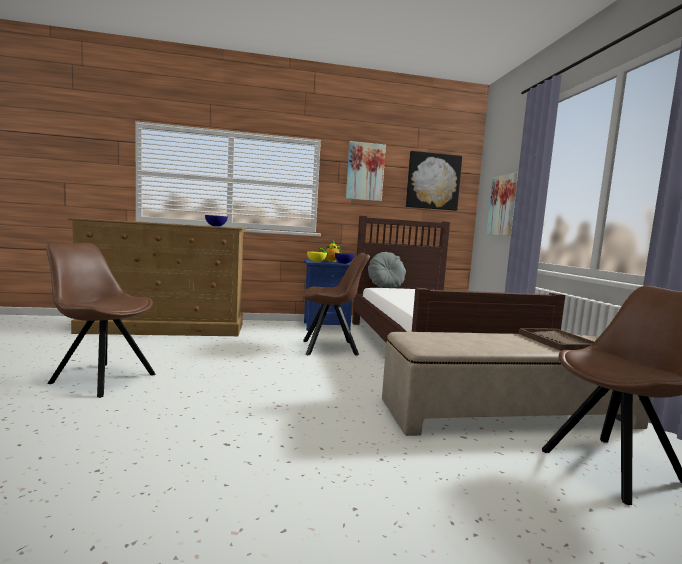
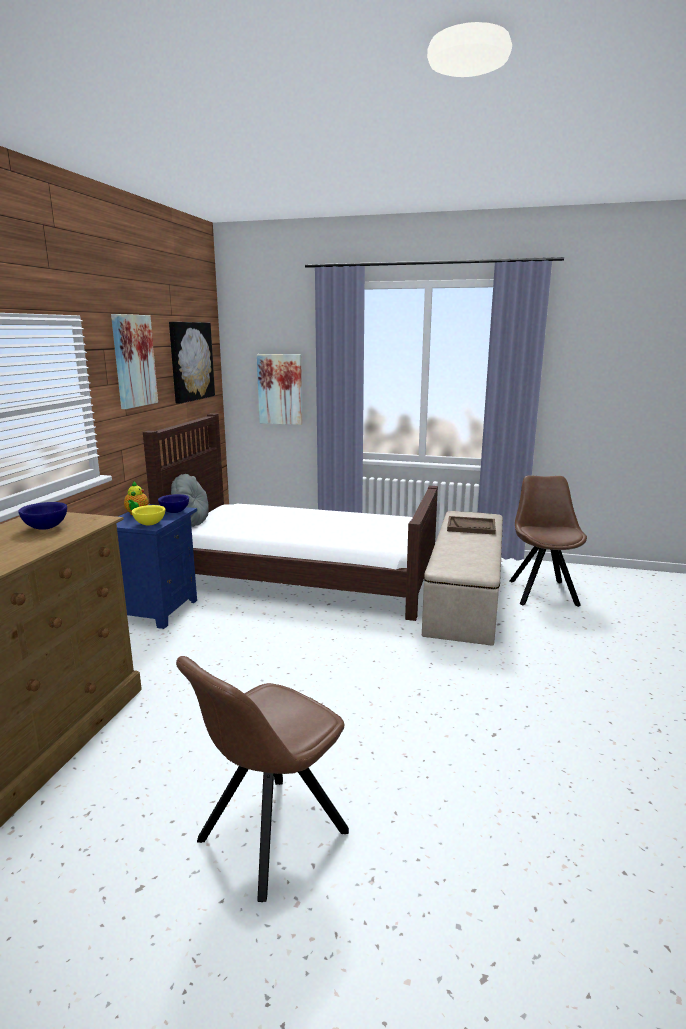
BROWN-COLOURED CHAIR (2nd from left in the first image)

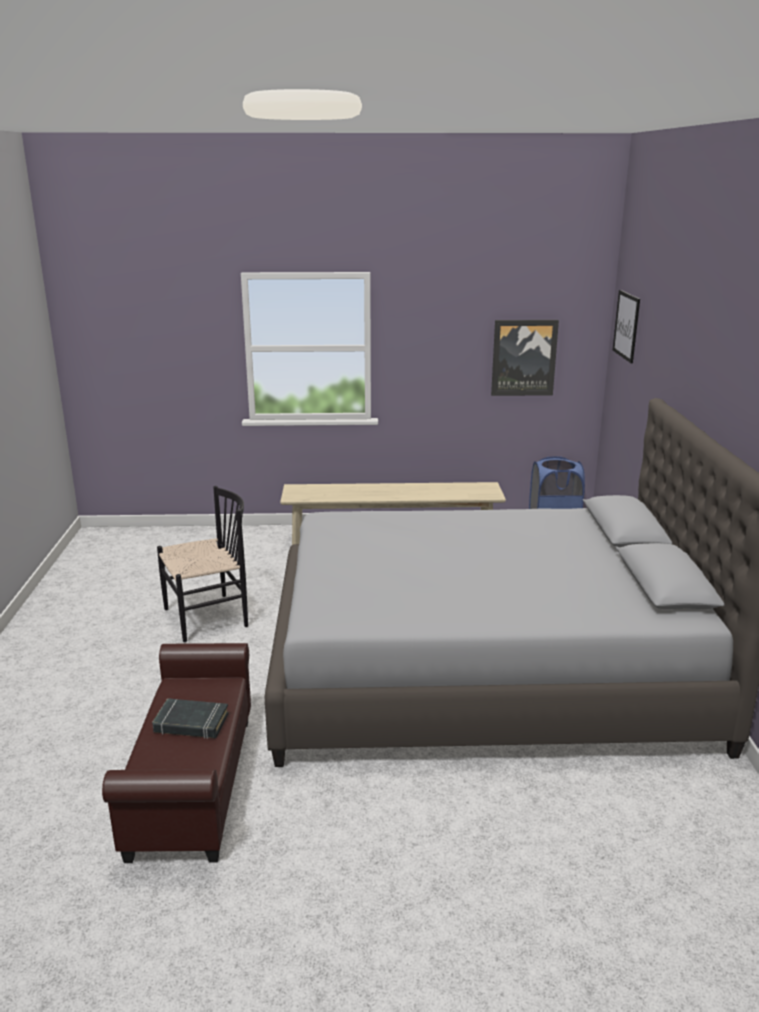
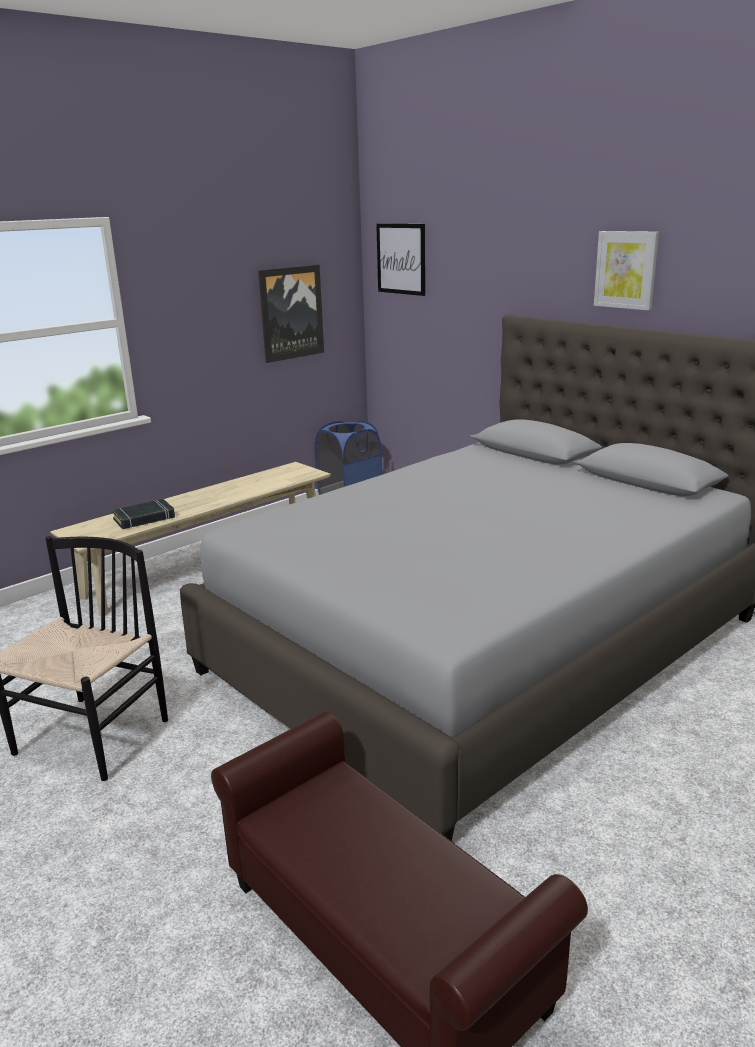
BLACK-COLOURED BOOK
WALL PICTURE (3rd from left)

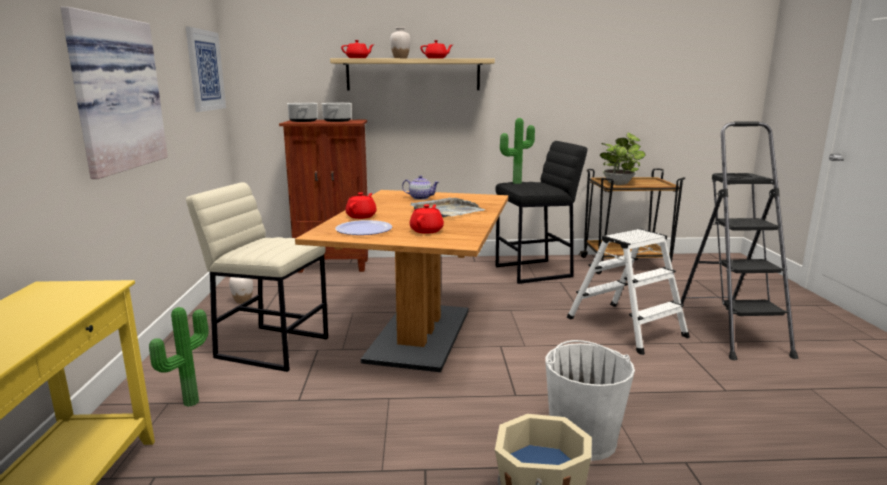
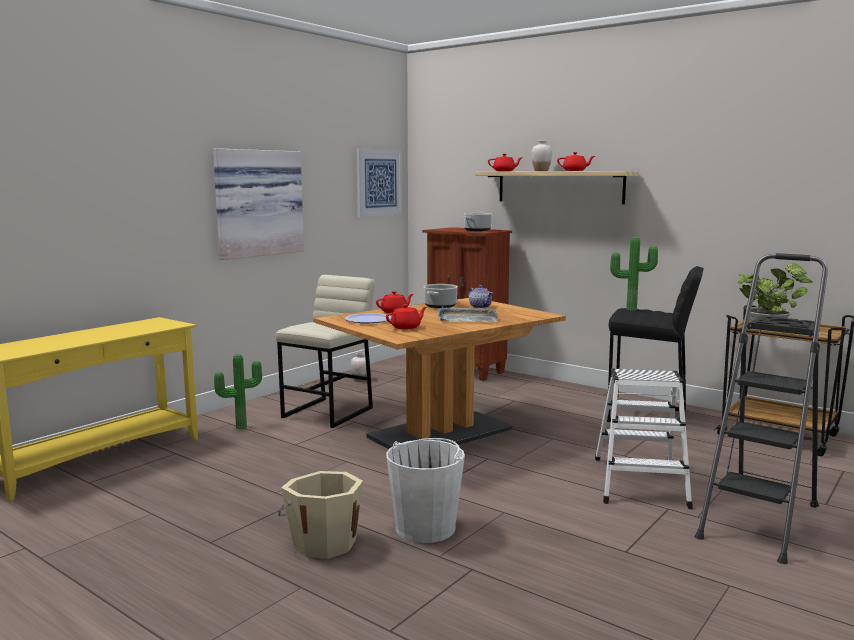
SAUCEPOT (1st from left)
BEIGE-COLOURED CHAIR

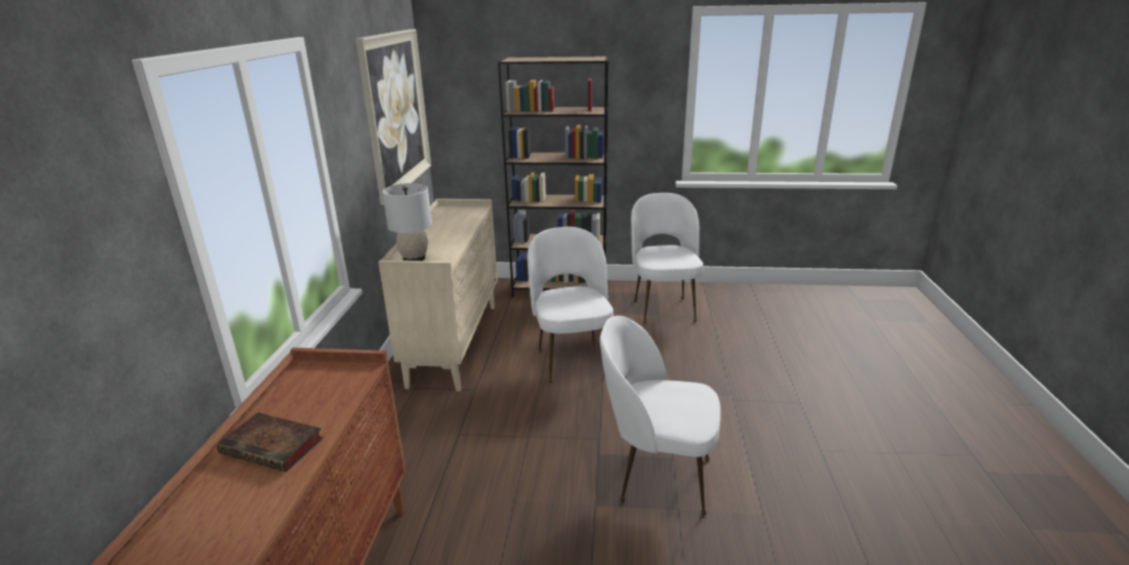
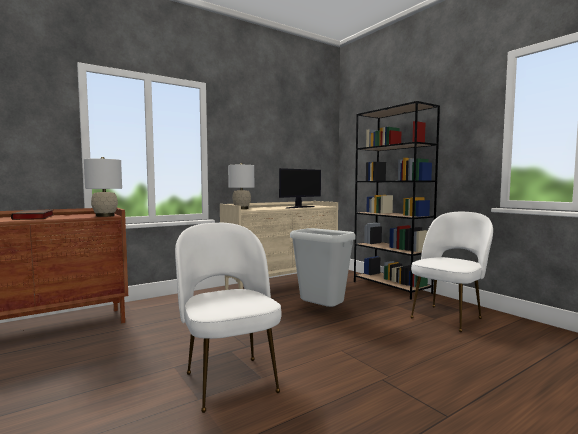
WALL PICTURE
GREYISH TRASH CAN
WHITE TABLE LAMP (1st from left)
COMPUTER DISPLAY

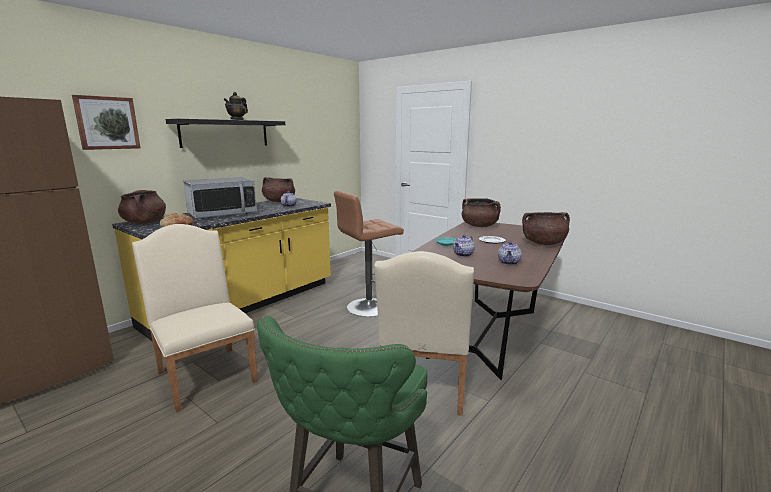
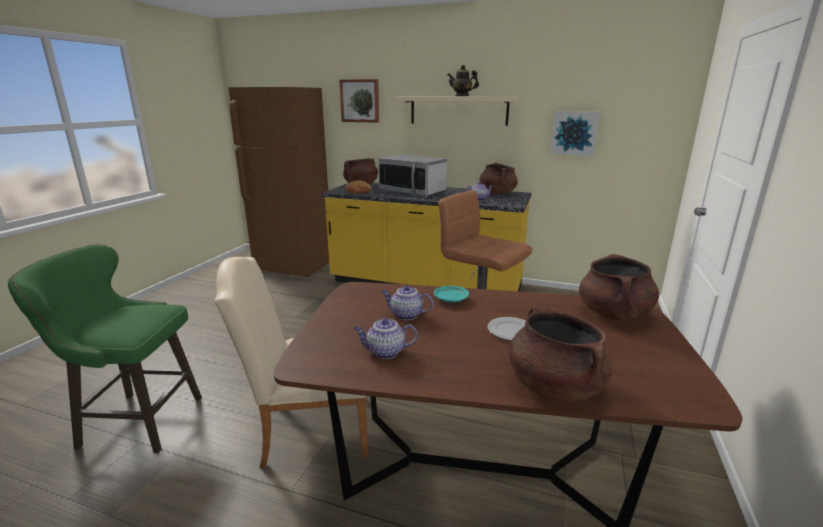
BEIGE-COLOURED BRACKET SHELF
BEIGE-COLOURED CHAIR (1st from left in the first image)
WALL PICTURE (2nd from left)

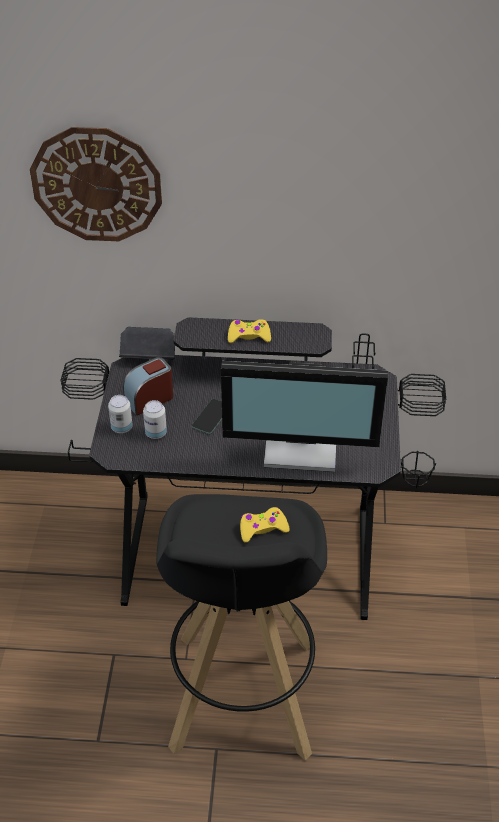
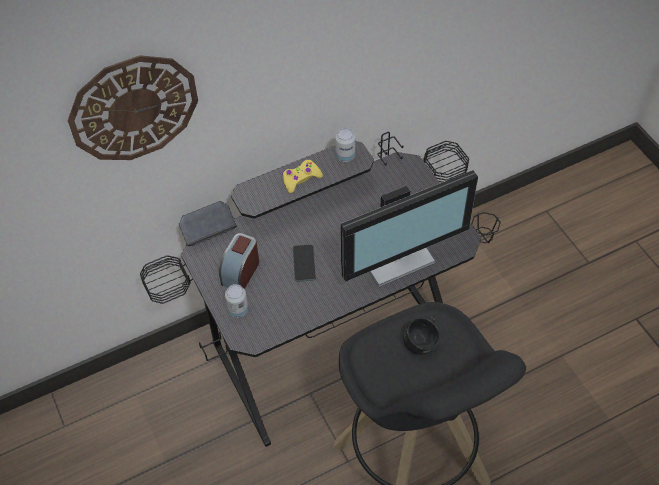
METAL CAN (2nd from left)
BLACK-COLOURED TEA MUG

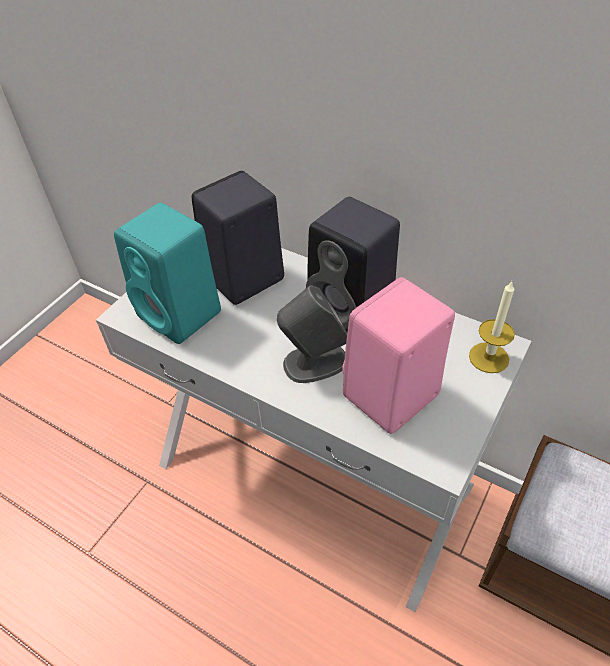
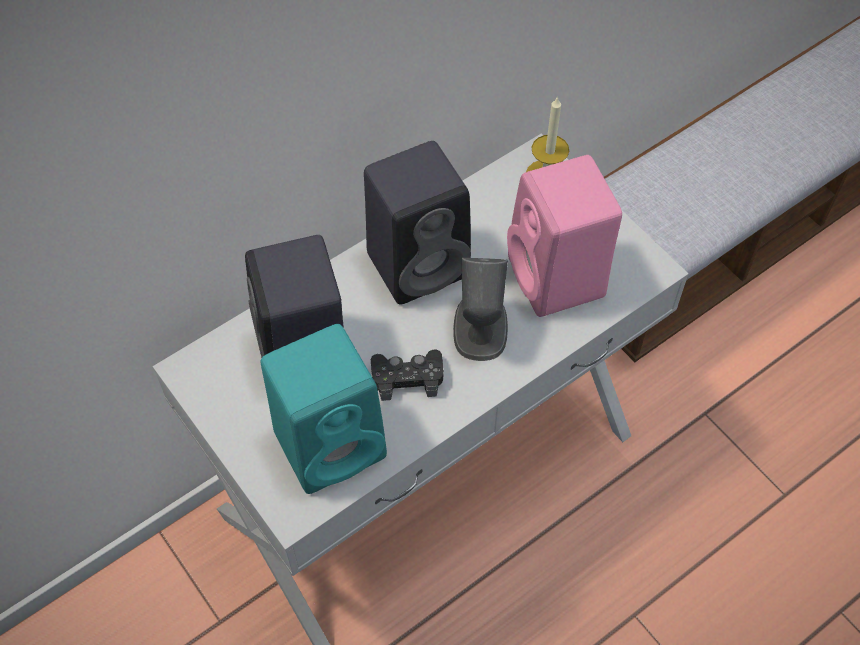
BLACK-COLOURED GAME CONTROLLER

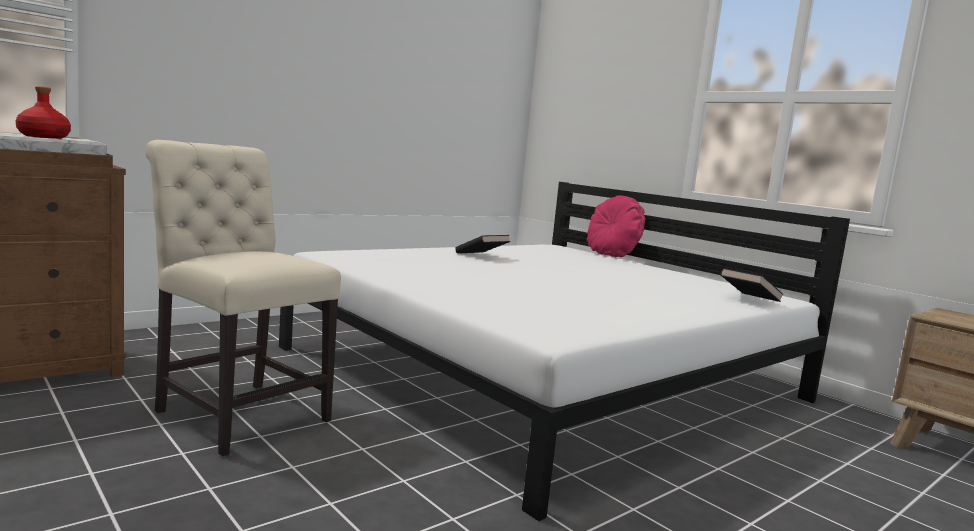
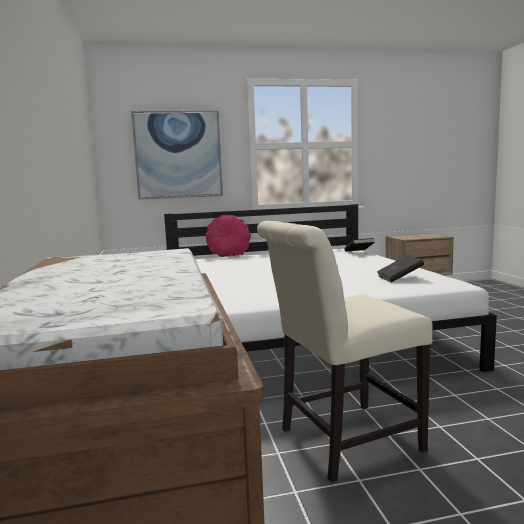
REDDISH DRINK BOTTLE
BLACK-COLOURED BOOK (2nd from left)
WALL PICTURE

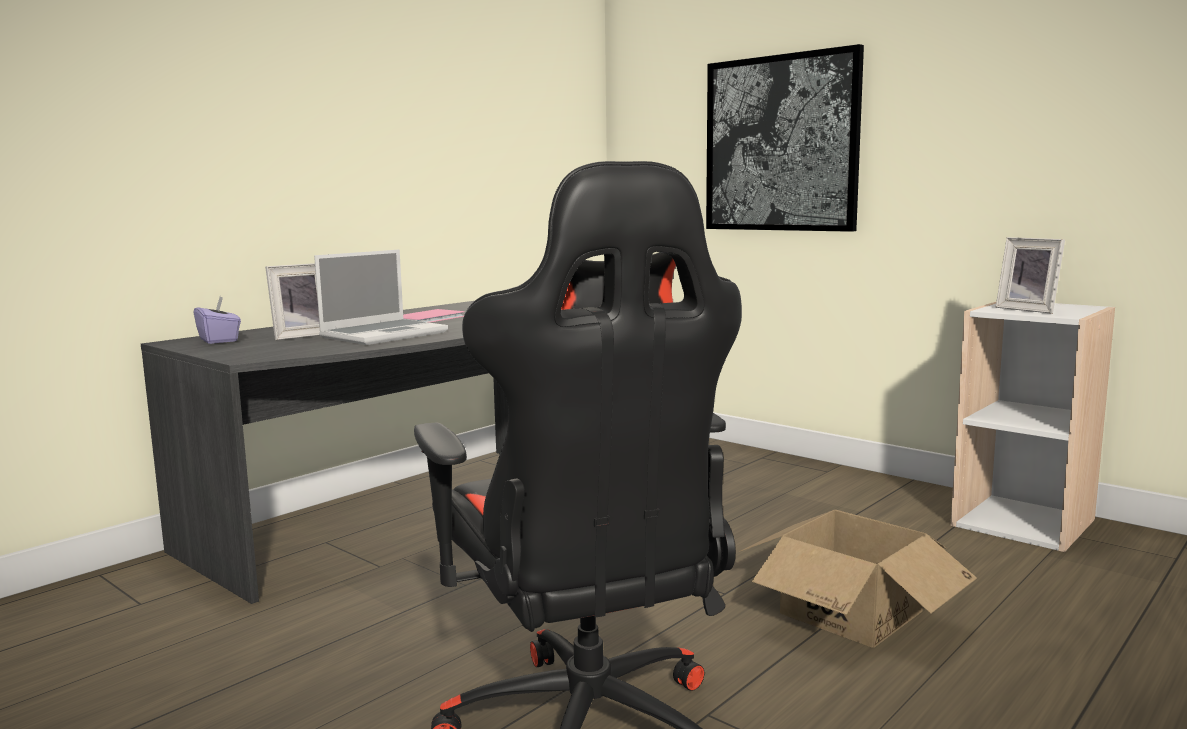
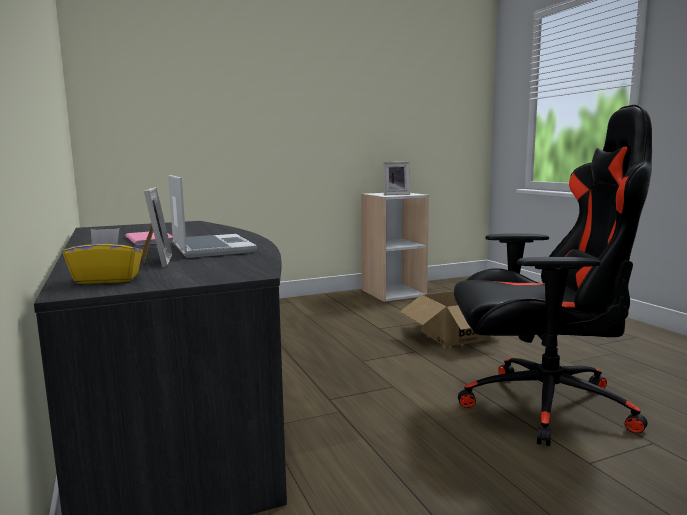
WALL PICTURE
YELLOW BOX OF TISSUES

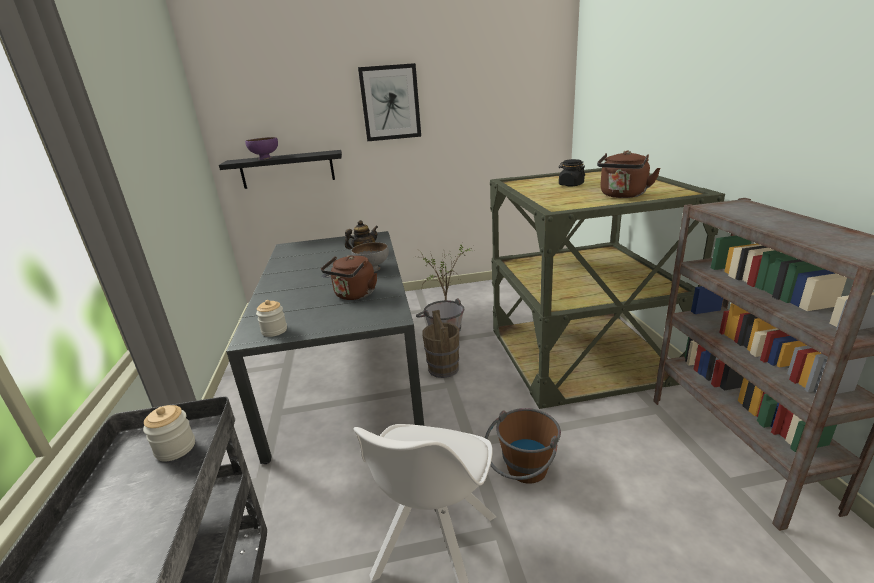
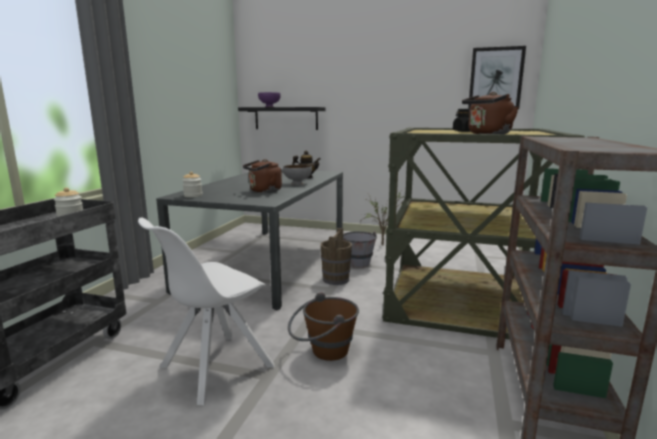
WALL PICTURE

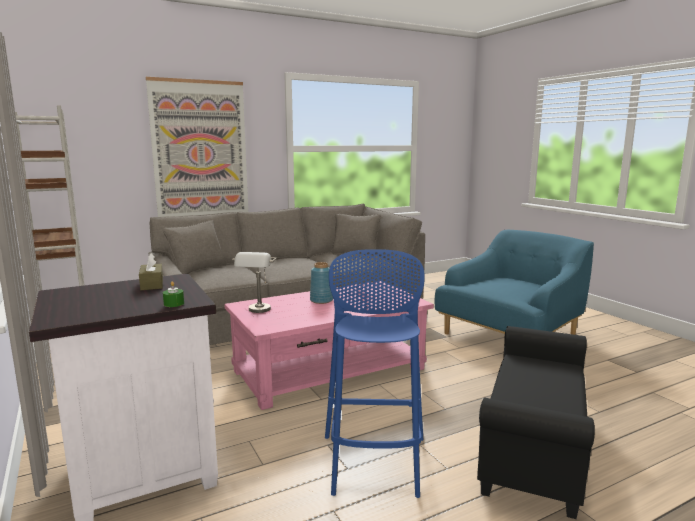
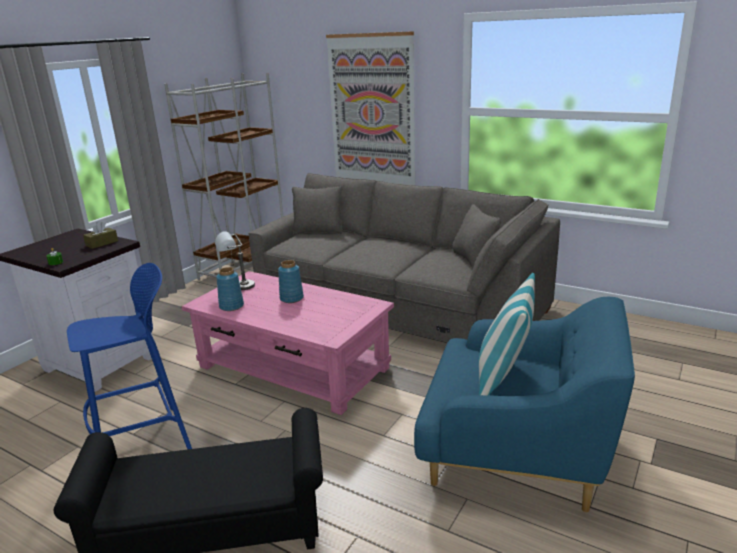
BLUE DECORATIVE VASE (1st from left)
CUSHION

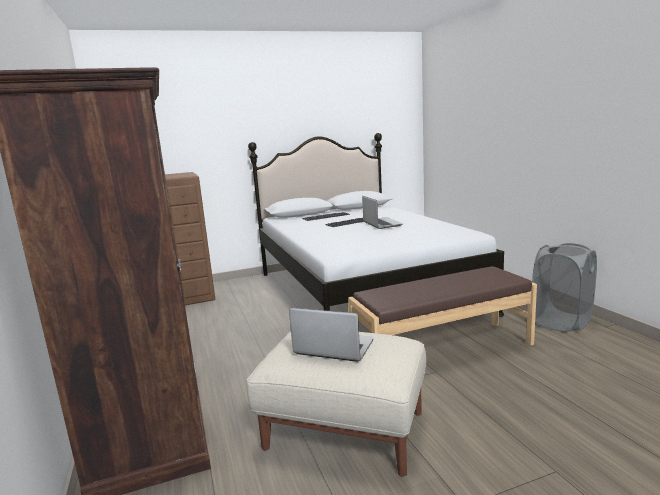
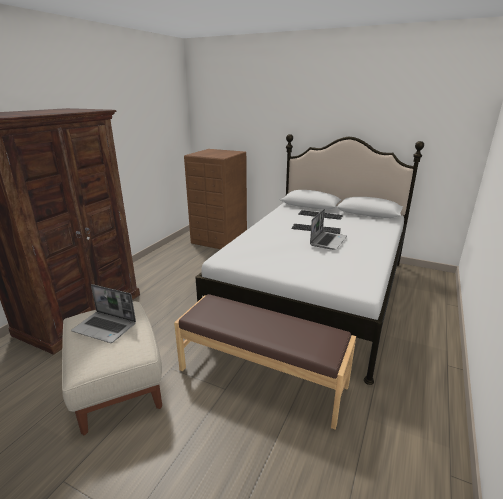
GREYISH LAUNDRY BASKET
NOTEBOOK COMPUTER (1st from left)

